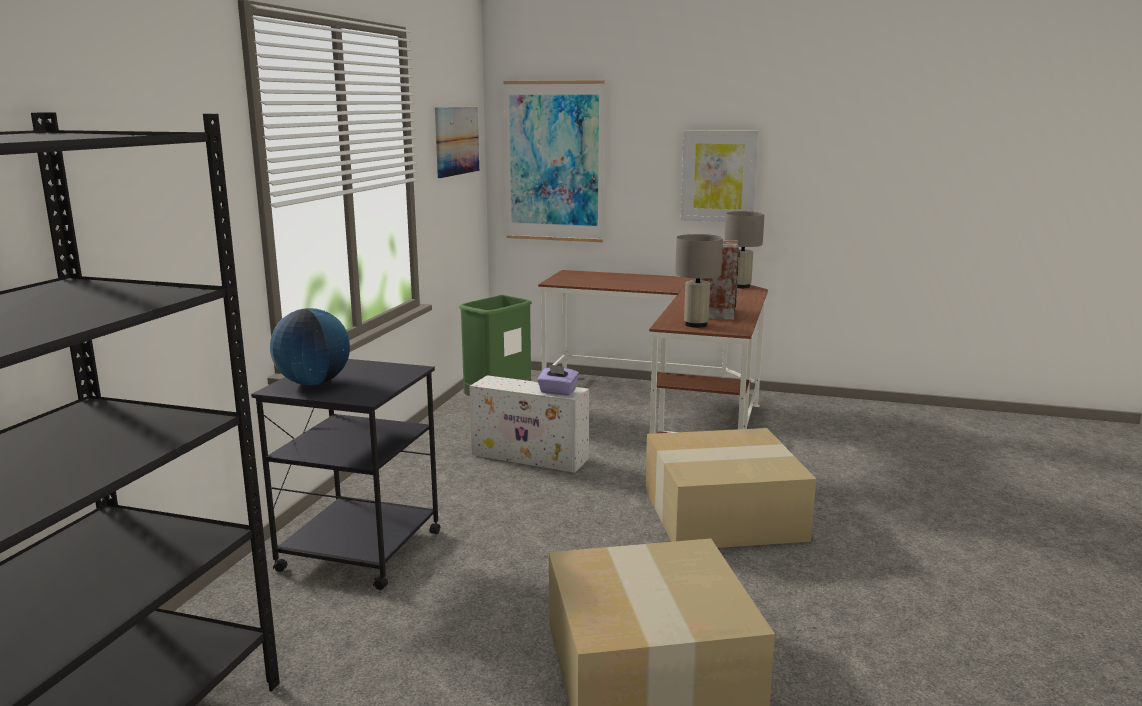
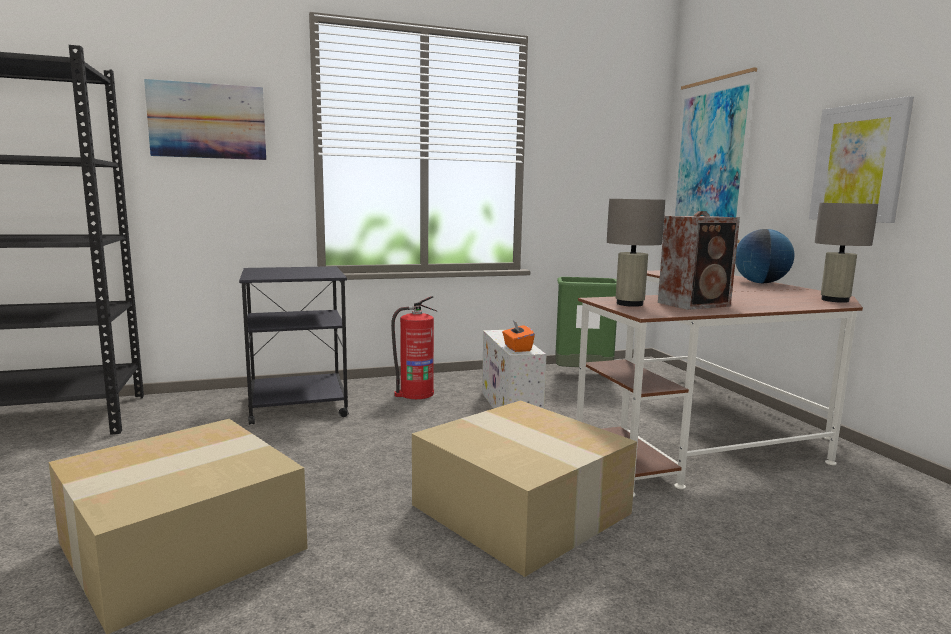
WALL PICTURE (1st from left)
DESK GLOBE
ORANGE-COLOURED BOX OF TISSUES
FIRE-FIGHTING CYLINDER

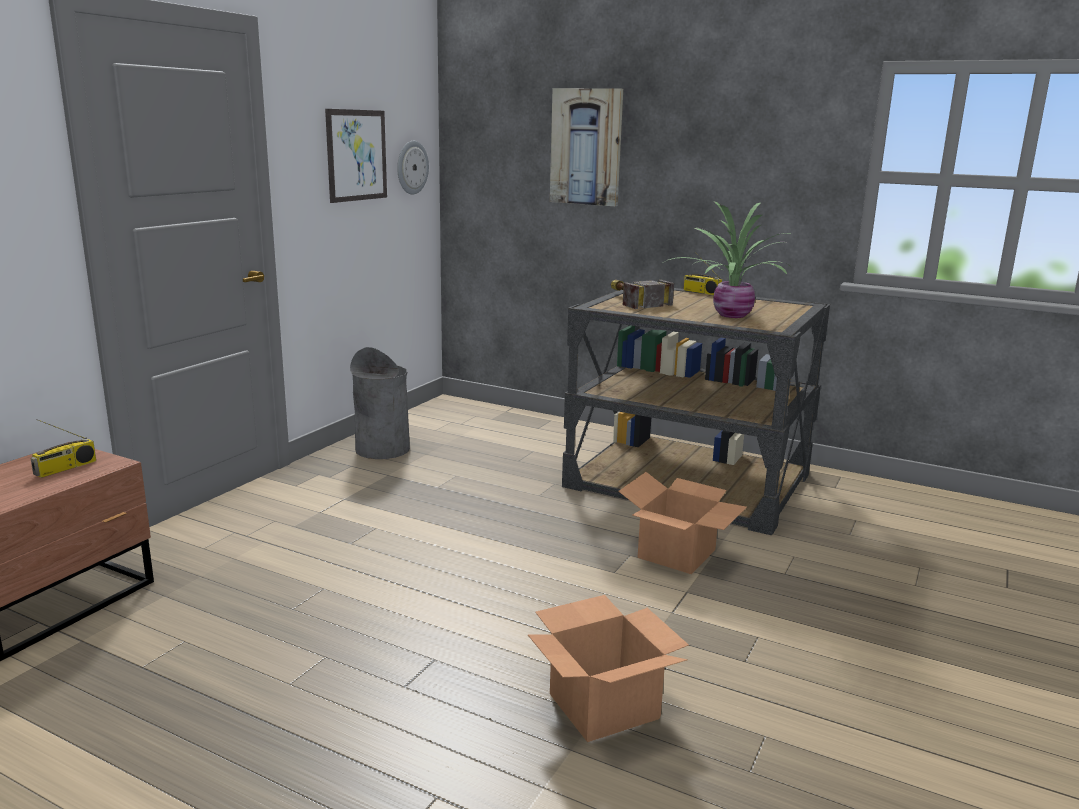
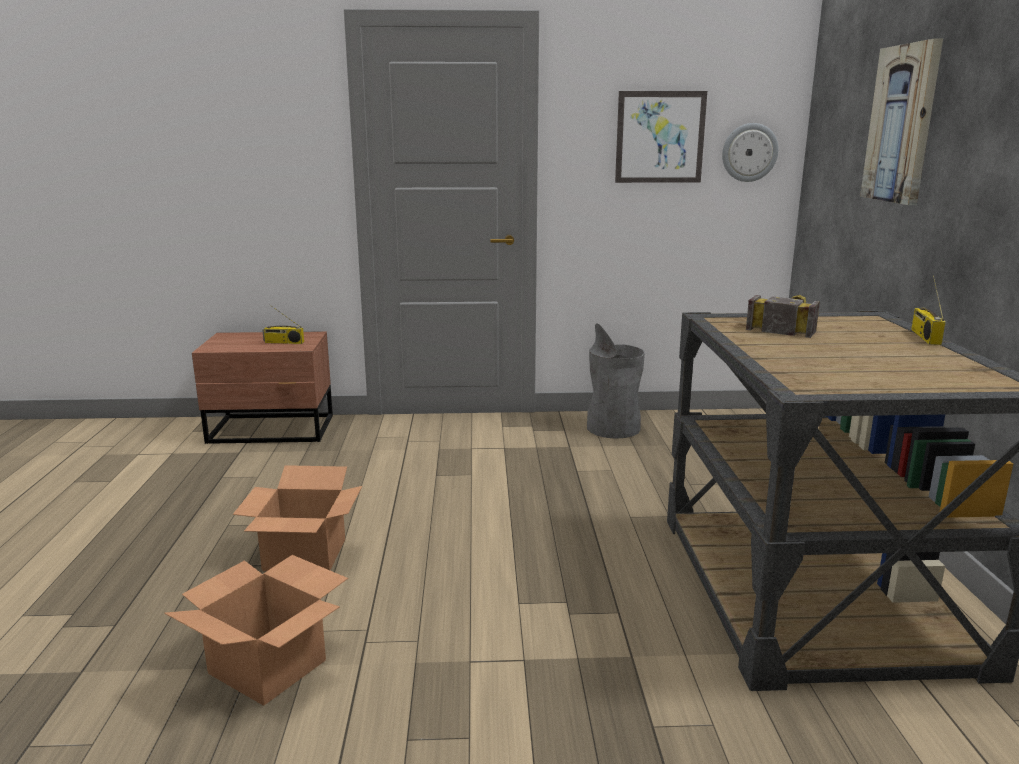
HOUSEPLANT
CARTON (2nd from left)

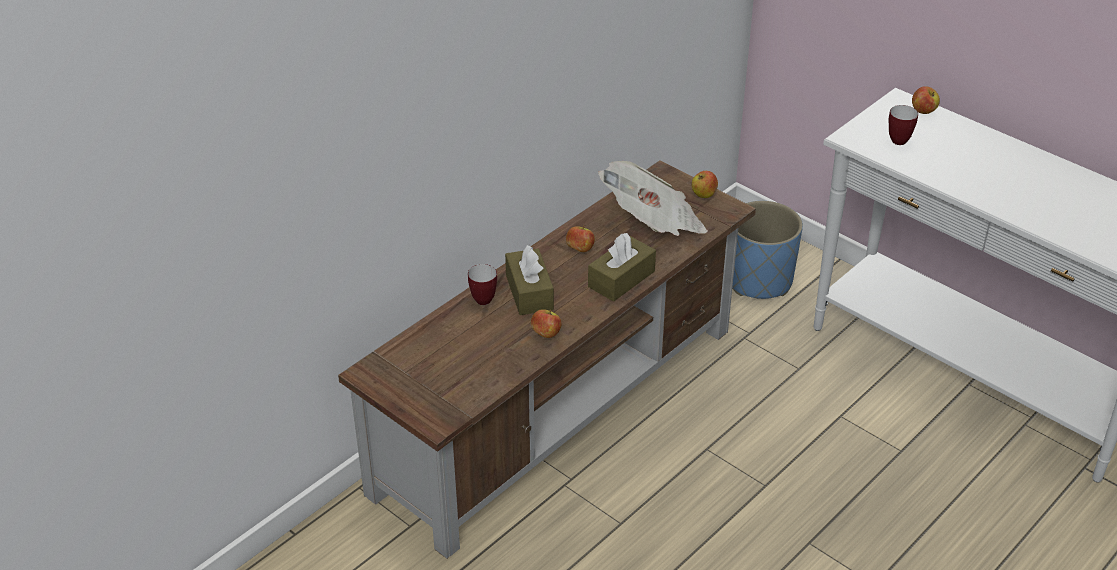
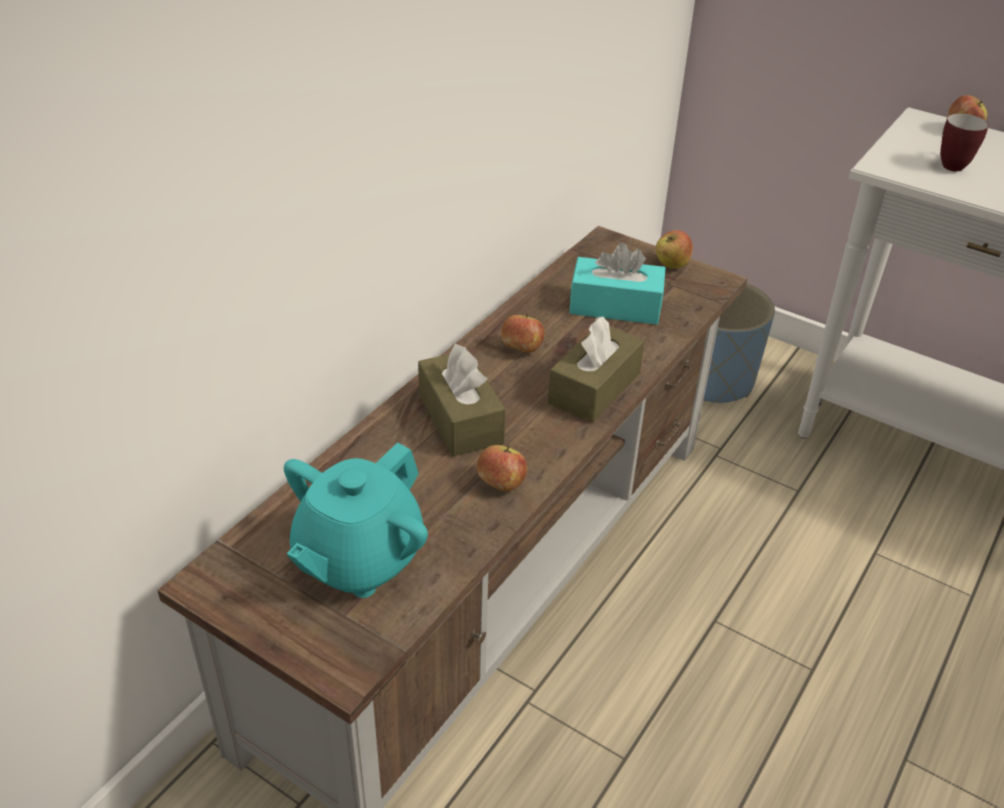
TURQUOISE BOX OF TISSUES
TEA MUG (1st from left in the first image)
TURQUOISE TEA POT

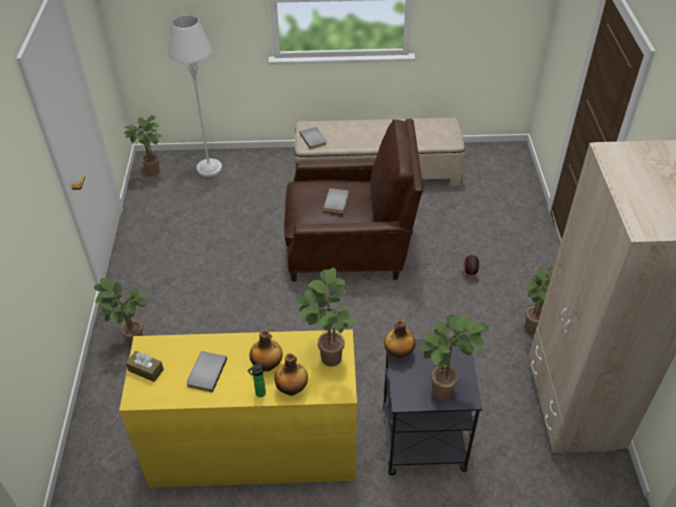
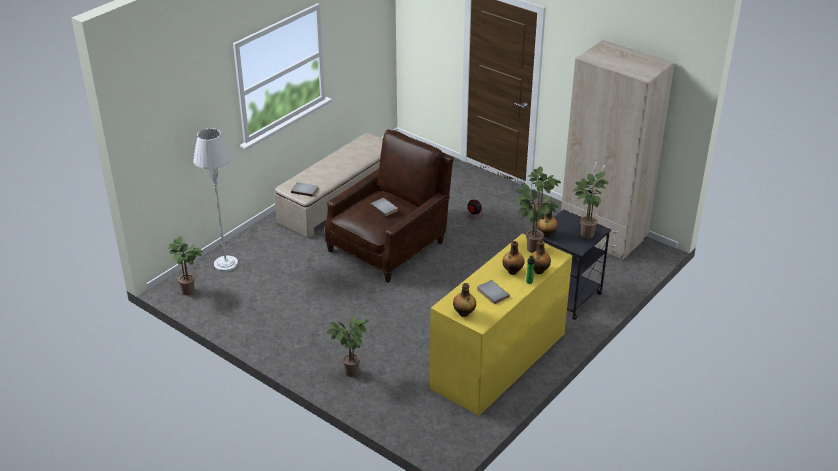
DRINK BOTTLE (1st from left)

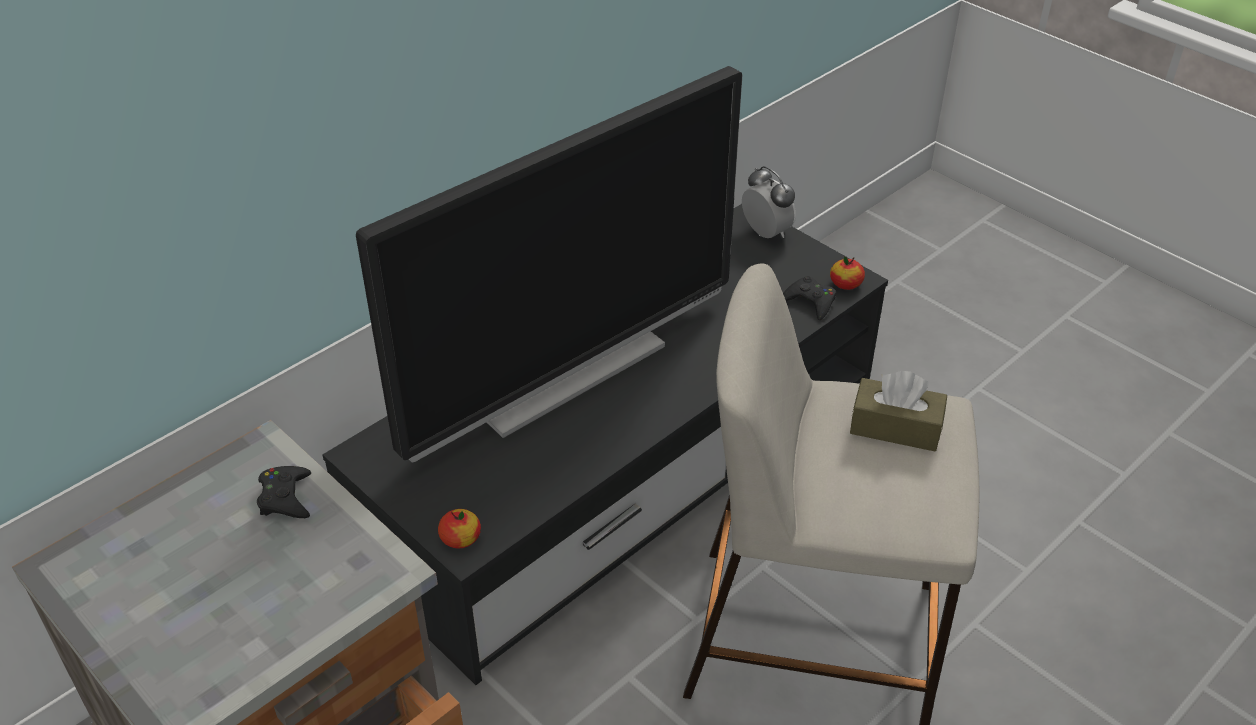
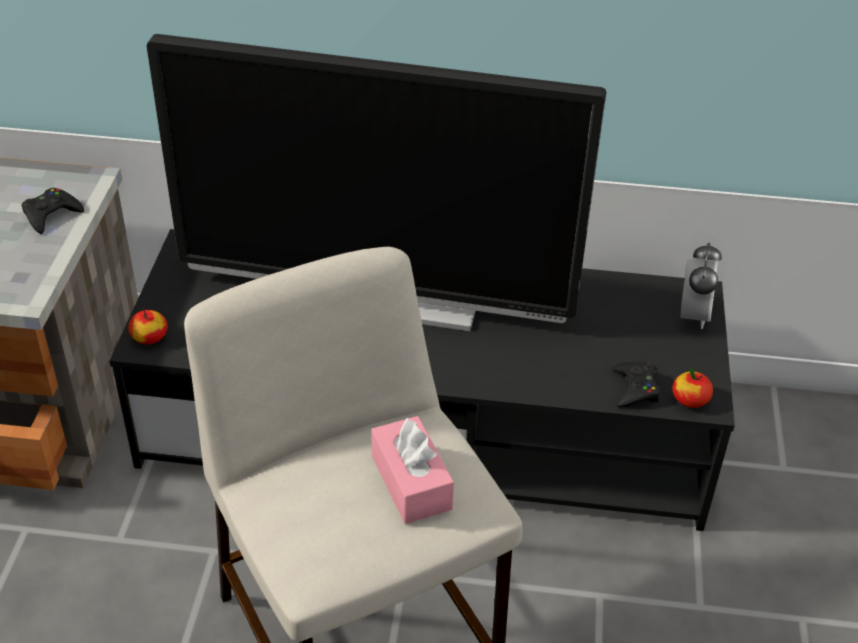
PINK-COLOURED BOX OF TISSUES

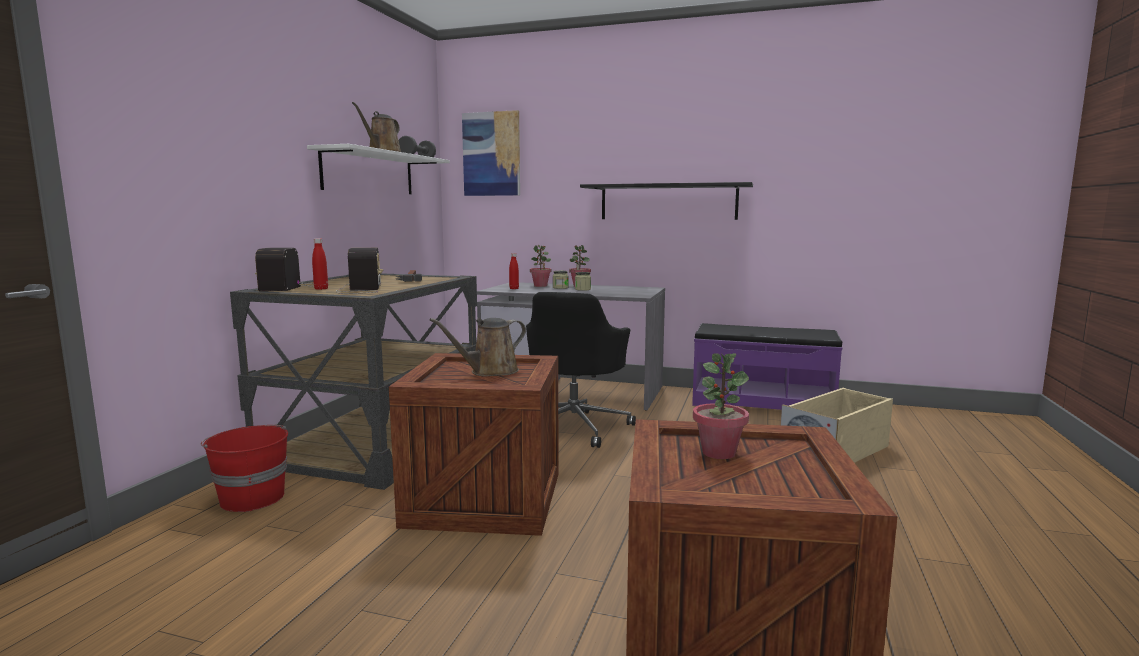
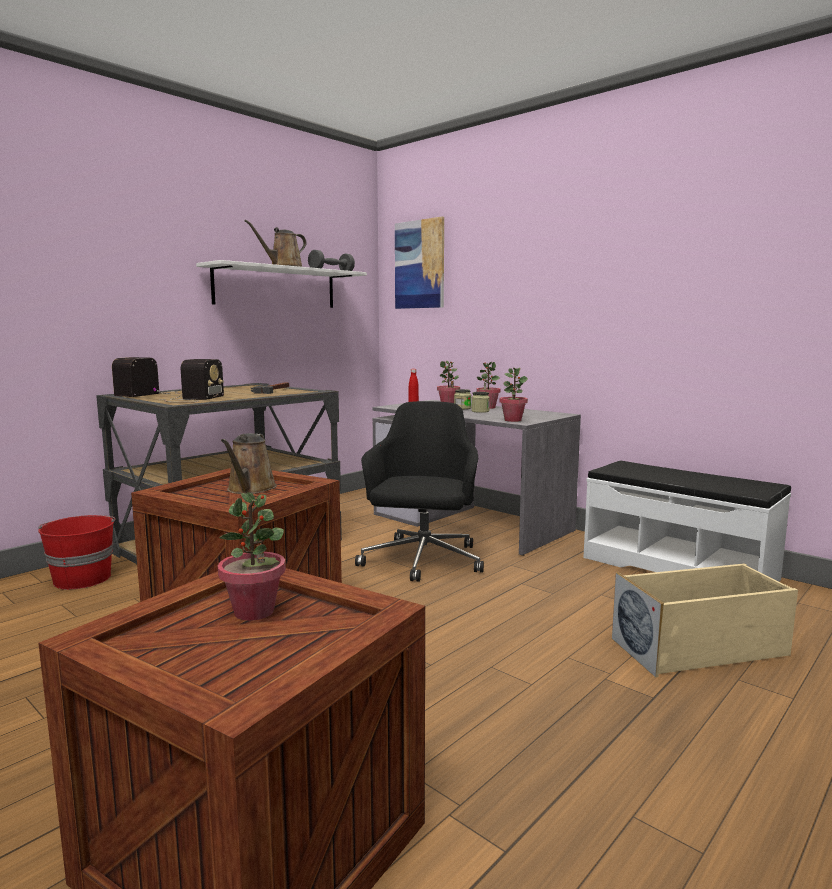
BLACK-COLOURED BRACKET SHELF
REDDISH DRINK BOTTLE (1st from left in the first image)
BLACK-COLOURED COMPUTER CHAIR
BROWN-COLOURED WATERING POT (1st from left)
WHITE LONG SEAT
HOUSEPLANT (4th from left)

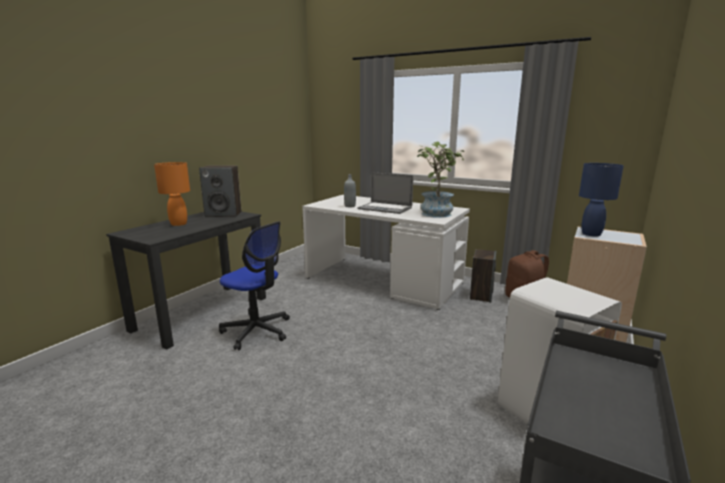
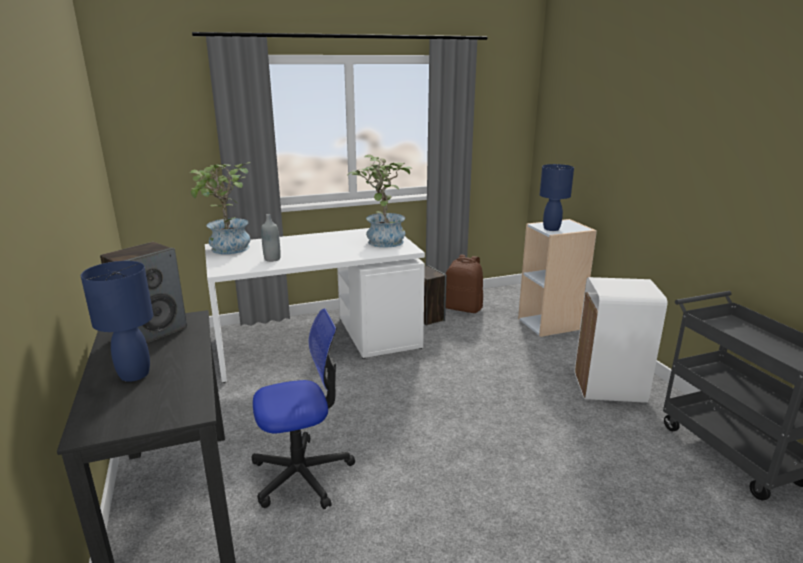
BLUE TABLE LAMP (1st from left)
NOTEBOOK COMPUTER
HOUSEPLANT (1st from left)

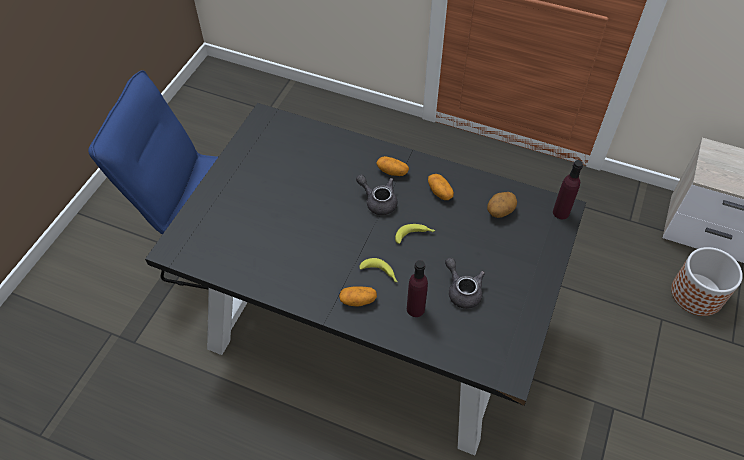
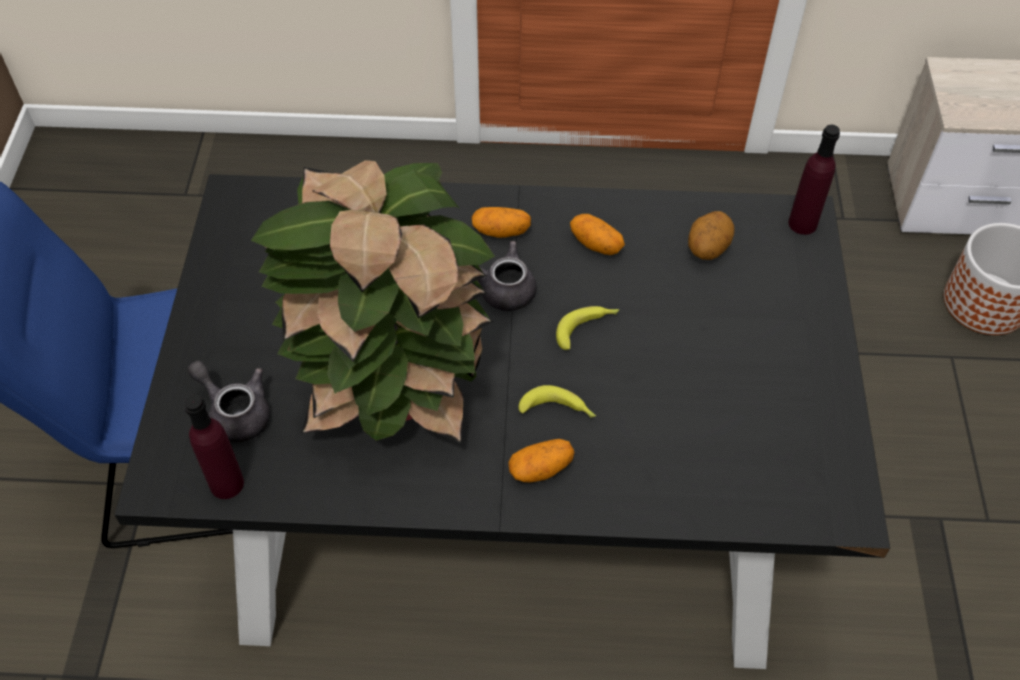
GREYISH TEA POT (1st from left)
PURPLISH DRINK BOTTLE (1st from left)
HOUSEPLANT

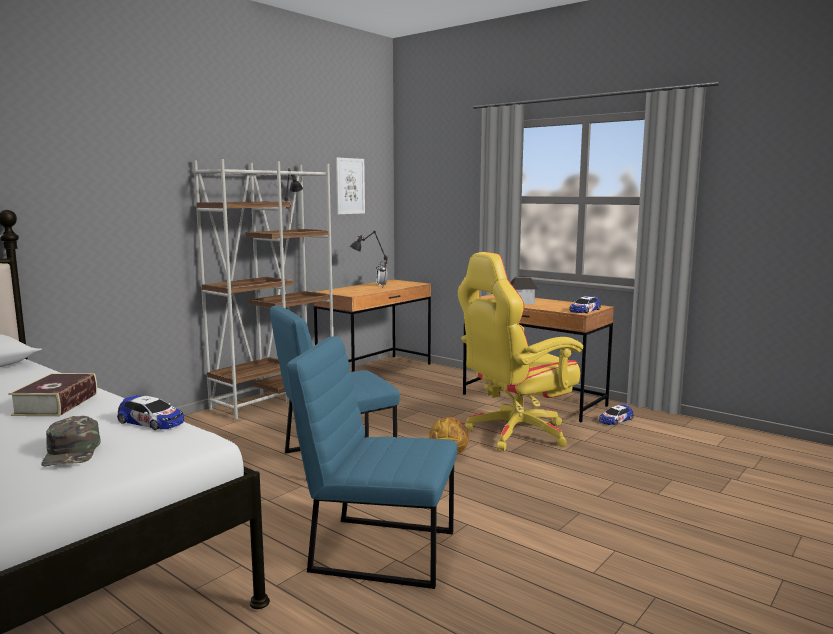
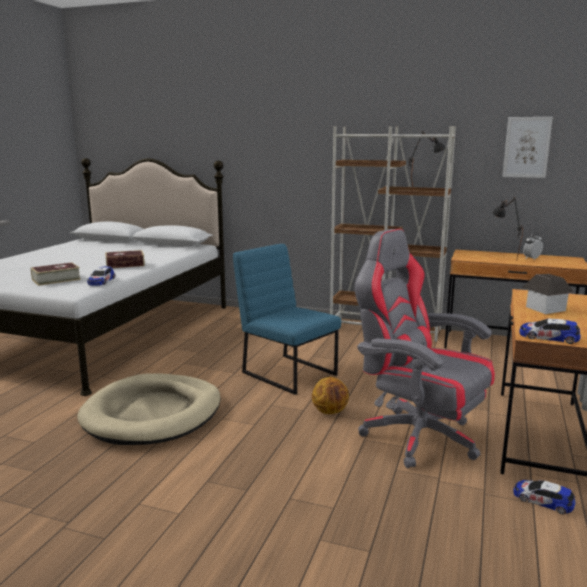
GREYISH COMPUTER CHAIR
BEIGE-COLOURED PET BED
BOOK (1st from left)

